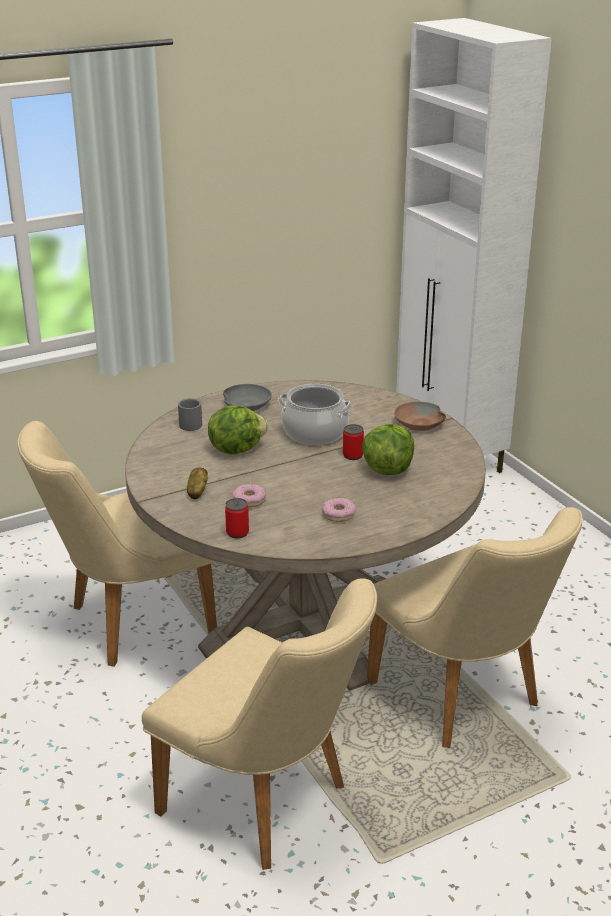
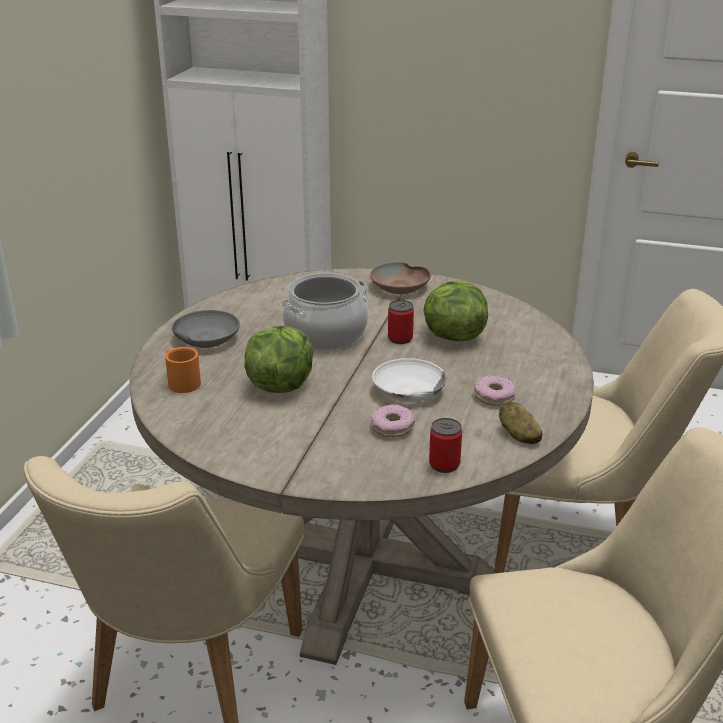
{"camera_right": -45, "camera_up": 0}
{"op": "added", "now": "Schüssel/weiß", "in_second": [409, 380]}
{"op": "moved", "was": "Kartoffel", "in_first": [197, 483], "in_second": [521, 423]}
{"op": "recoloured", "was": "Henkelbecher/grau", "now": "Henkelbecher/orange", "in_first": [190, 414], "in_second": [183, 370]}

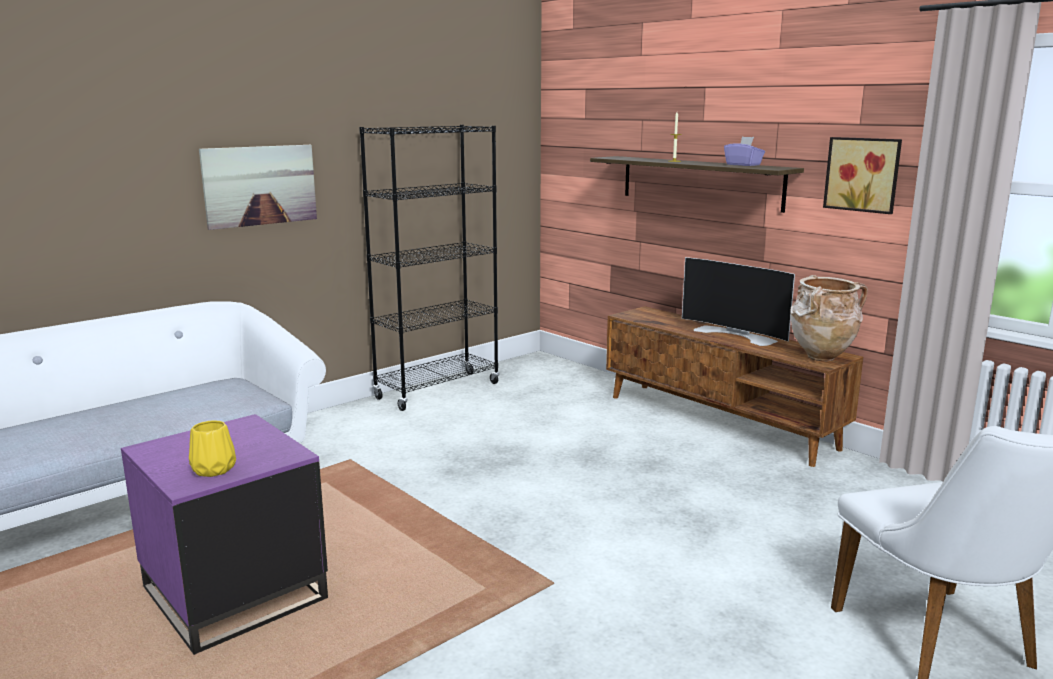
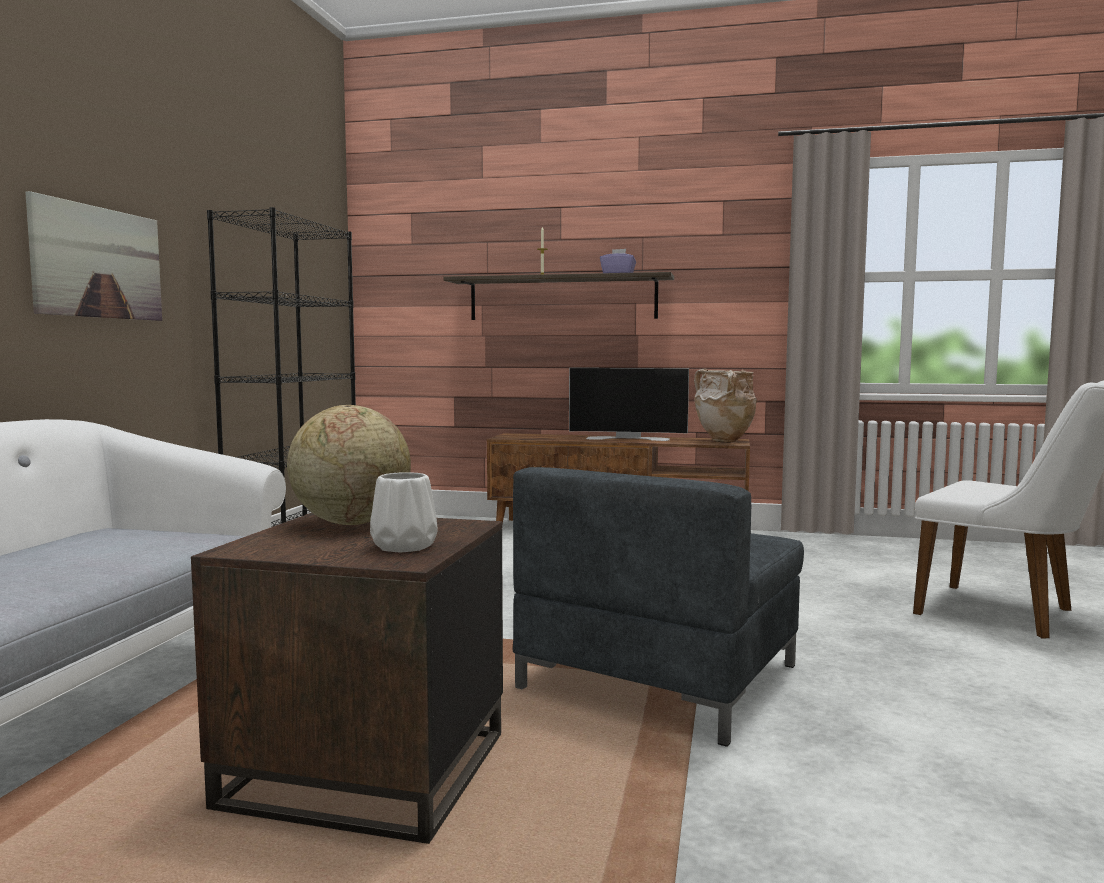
{"camera_right": -35, "camera_up": -10}
{"op": "removed", "was": "Bild", "in_first": [862, 175]}
{"op": "added", "now": "Globus", "in_second": [349, 465]}
{"op": "added", "now": "Sessel/grau", "in_second": [658, 607]}
{"op": "recoloured", "was": "Beistelltisch/lila", "now": "Beistelltisch/braun", "in_first": [224, 534], "in_second": [347, 678]}
{"op": "recoloured", "was": "Vase/gelb", "now": "Vase/weiß", "in_first": [212, 448], "in_second": [404, 512]}

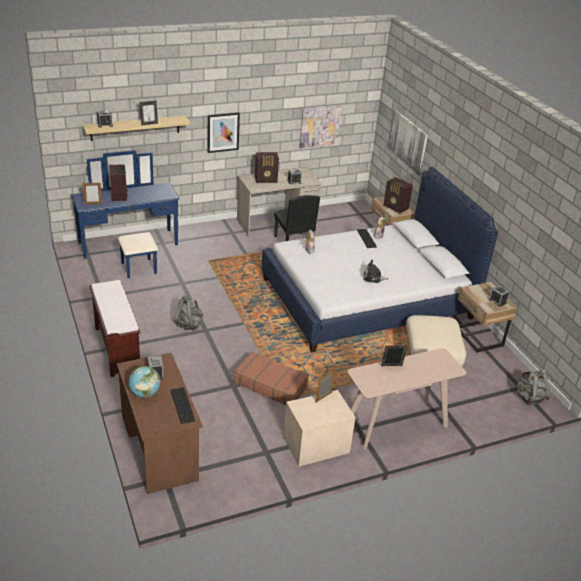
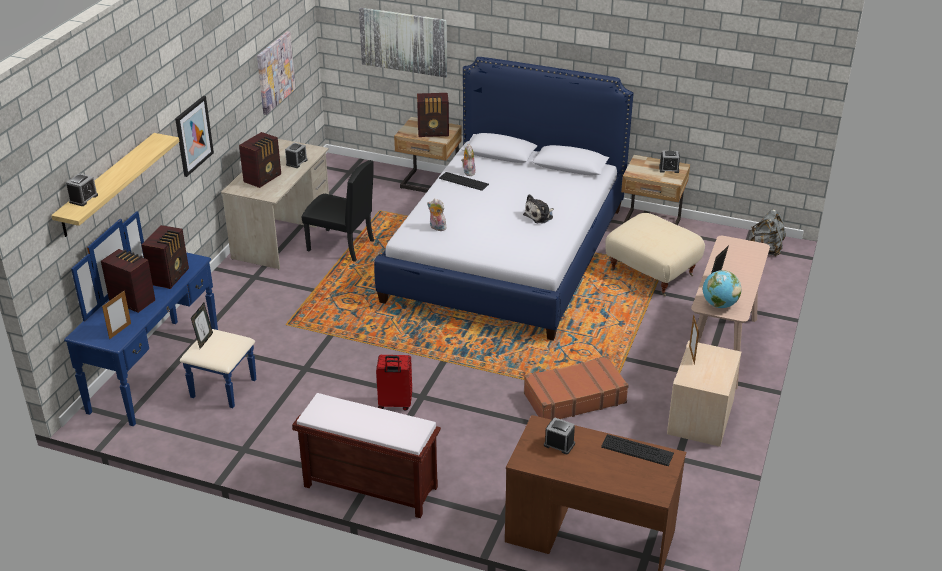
{"camera_right": -45, "camera_up": 0}
{"op": "added", "now": "Radio", "in_second": [165, 257]}
{"op": "moved", "was": "Globus", "in_first": [144, 382], "in_second": [722, 289]}
{"op": "moved", "was": "Bilderrahmen", "in_first": [148, 113], "in_second": [202, 326]}
{"op": "replaced", "was": "Rucksack/grau", "now": "Koffer/rot", "in_first": [188, 312], "in_second": [394, 383]}

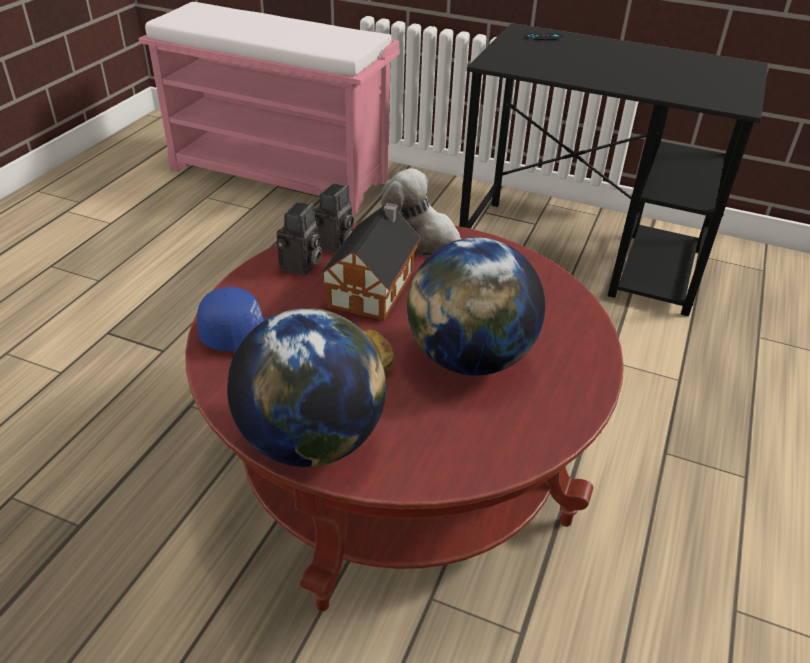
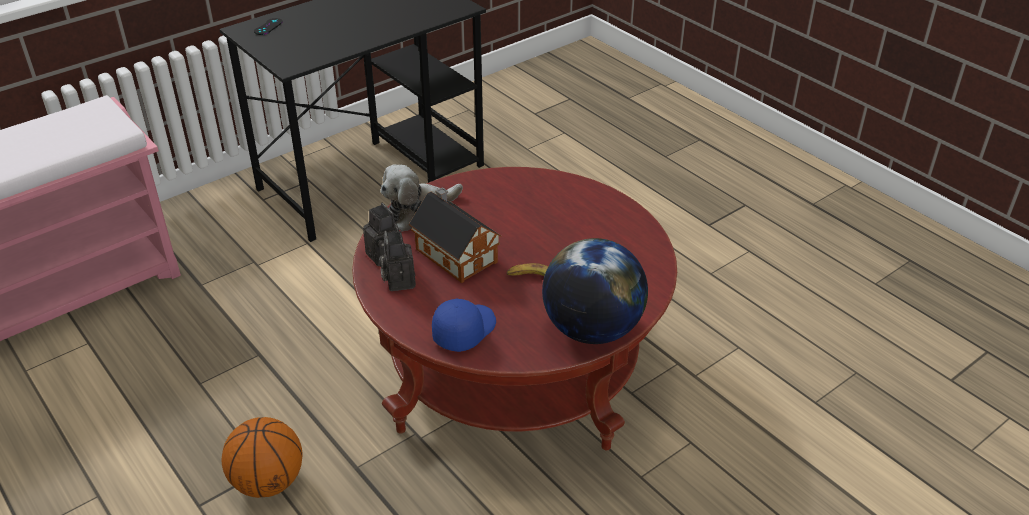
{"camera_right": -60, "camera_up": 0}
{"op": "removed", "was": "Globus", "in_first": [476, 306]}
{"op": "added", "now": "Basketball", "in_second": [262, 457]}
{"op": "turned", "was": "Kamera", "in_first": [299, 239], "in_second": [397, 261], "clockwise": -150}

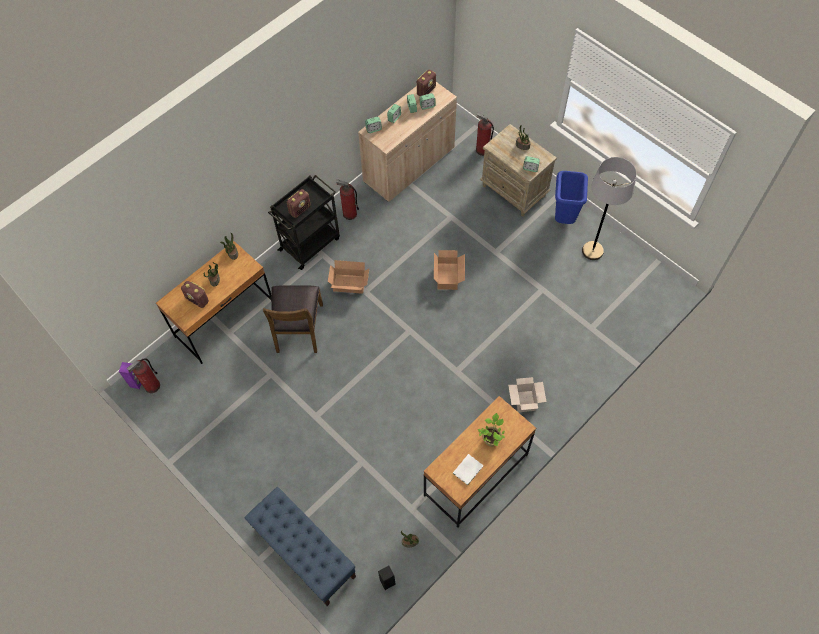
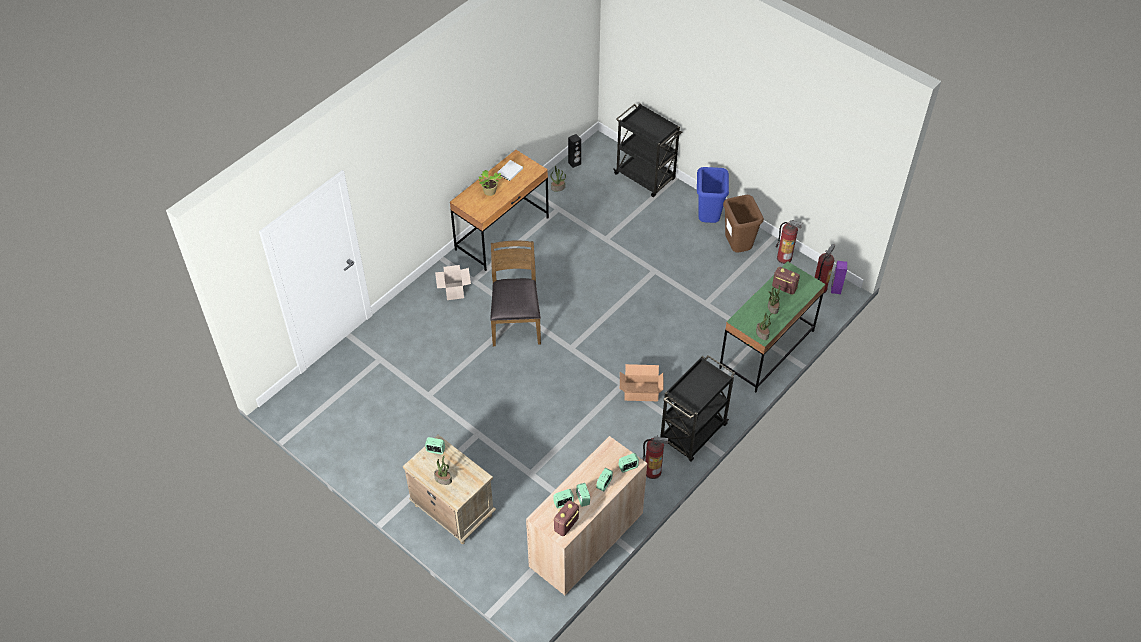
{"camera_right": 175, "camera_up": -10}
{"op": "removed", "was": "Radio", "in_first": [299, 203]}
{"op": "removed", "was": "Karton", "in_first": [449, 270]}
{"op": "removed", "was": "Stehlampe/grau", "in_first": [609, 208]}
{"op": "added", "now": "Mülleimer/braun", "in_second": [743, 224]}
{"op": "moved", "was": "Stuhl/braun", "in_first": [293, 319], "in_second": [515, 293]}
{"op": "moved", "was": "Feuerlöscher", "in_first": [485, 134], "in_second": [789, 242]}
{"op": "moved", "was": "Mülleimer/blau", "in_first": [571, 197], "in_second": [713, 195]}
{"op": "replaced", "was": "Bank/blau", "now": "Rollwagen/schwarz", "in_first": [300, 546], "in_second": [647, 150]}
{"op": "recoloured", "was": "Schreibtisch/braun", "now": "Schreibtisch/grün", "in_first": [214, 302], "in_second": [772, 326]}

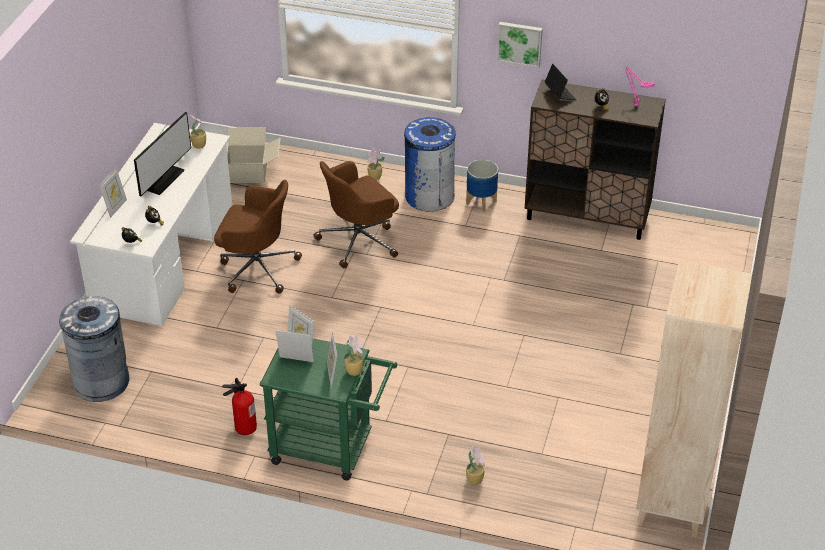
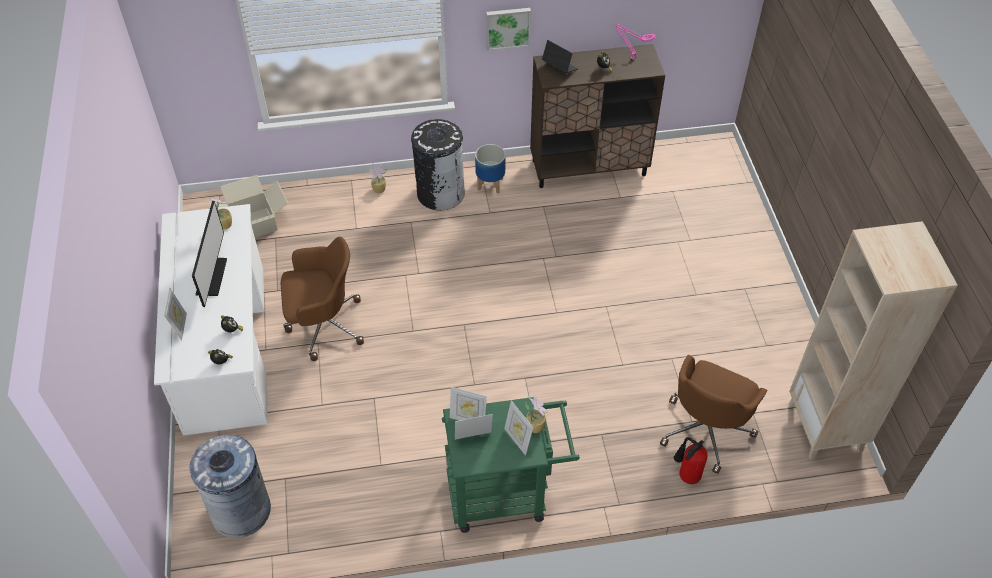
{"camera_right": -25, "camera_up": 10}
{"op": "removed", "was": "Topfpflanze", "in_first": [475, 465]}
{"op": "moved", "was": "Feuerlöscher", "in_first": [239, 406], "in_second": [691, 460]}
{"op": "moved", "was": "Bürostuhl/braun", "in_first": [356, 214], "in_second": [713, 414]}
{"op": "recoloured", "was": "Mülleimer/blau", "now": "Mülleimer/schwarz", "in_first": [430, 164], "in_second": [438, 164]}

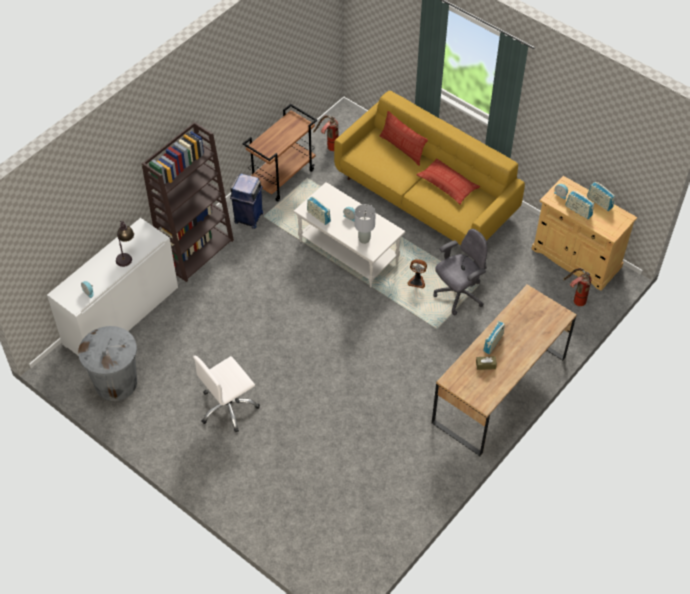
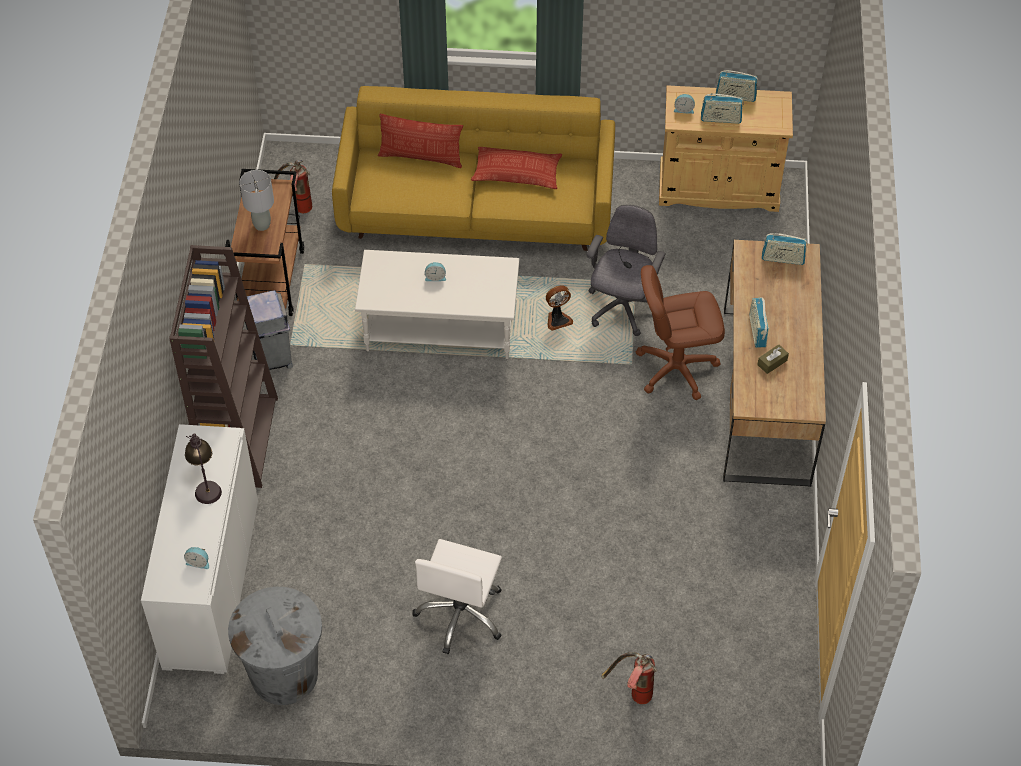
{"camera_right": -35, "camera_up": 0}
{"op": "added", "now": "Bürostuhl/braun", "in_second": [680, 332]}
{"op": "moved", "was": "Radio", "in_first": [319, 210], "in_second": [784, 249]}
{"op": "moved", "was": "Tischlampe/grau", "in_first": [365, 224], "in_second": [257, 200]}
{"op": "moved", "was": "Feuerlöscher", "in_first": [577, 287], "in_second": [629, 678]}
{"op": "recoloured", "was": "Mülleimer/blau", "now": "Mülleimer/grau", "in_first": [246, 201], "in_second": [269, 330]}

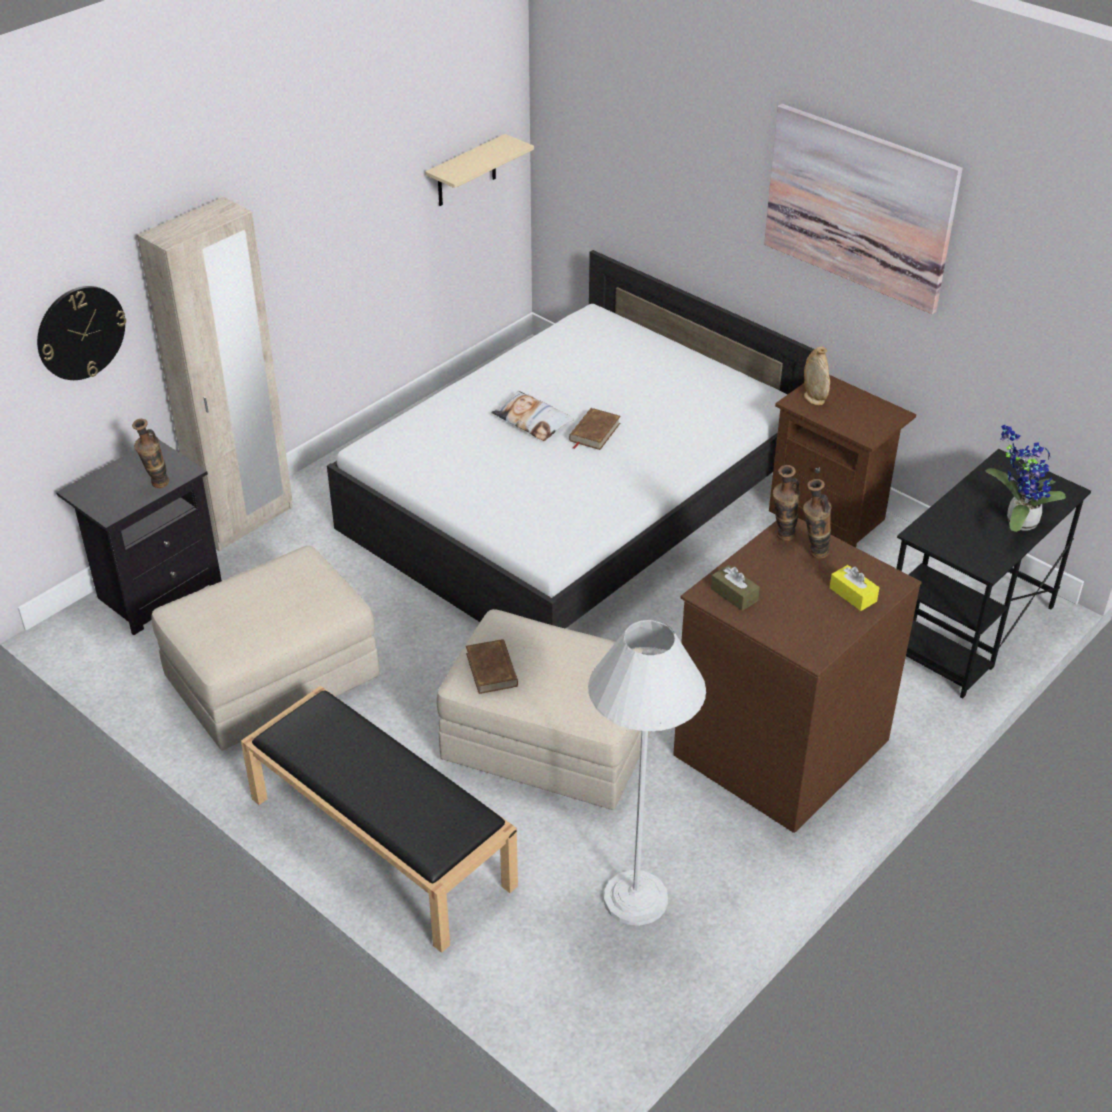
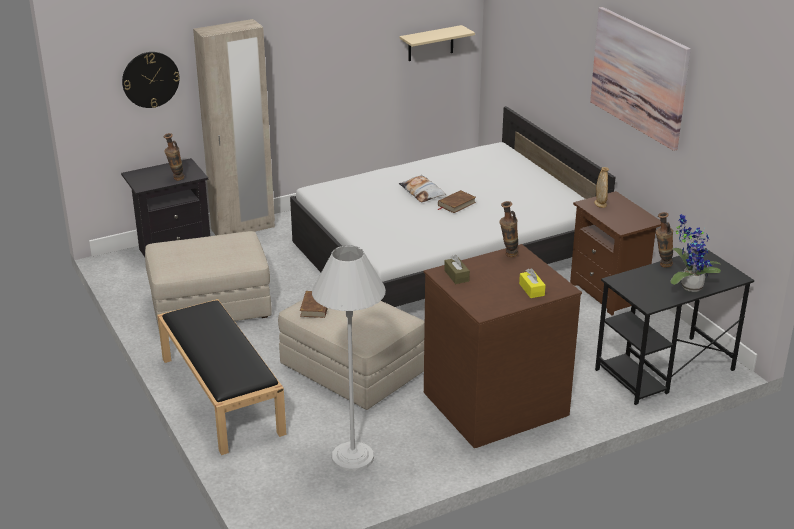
{"camera_right": 20, "camera_up": -10}
{"op": "moved", "was": "Vase", "in_first": [817, 519], "in_second": [664, 239]}

